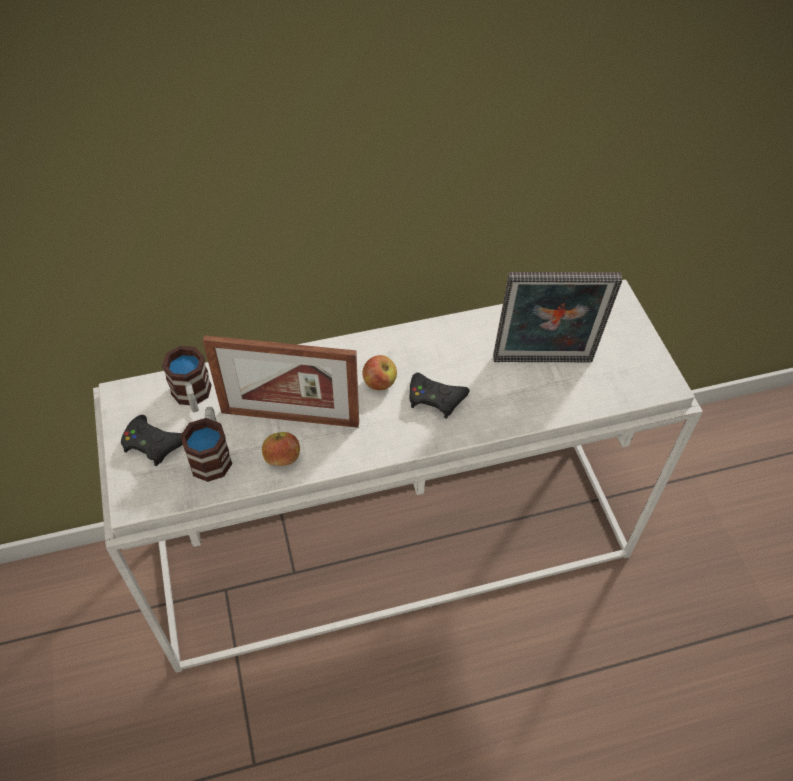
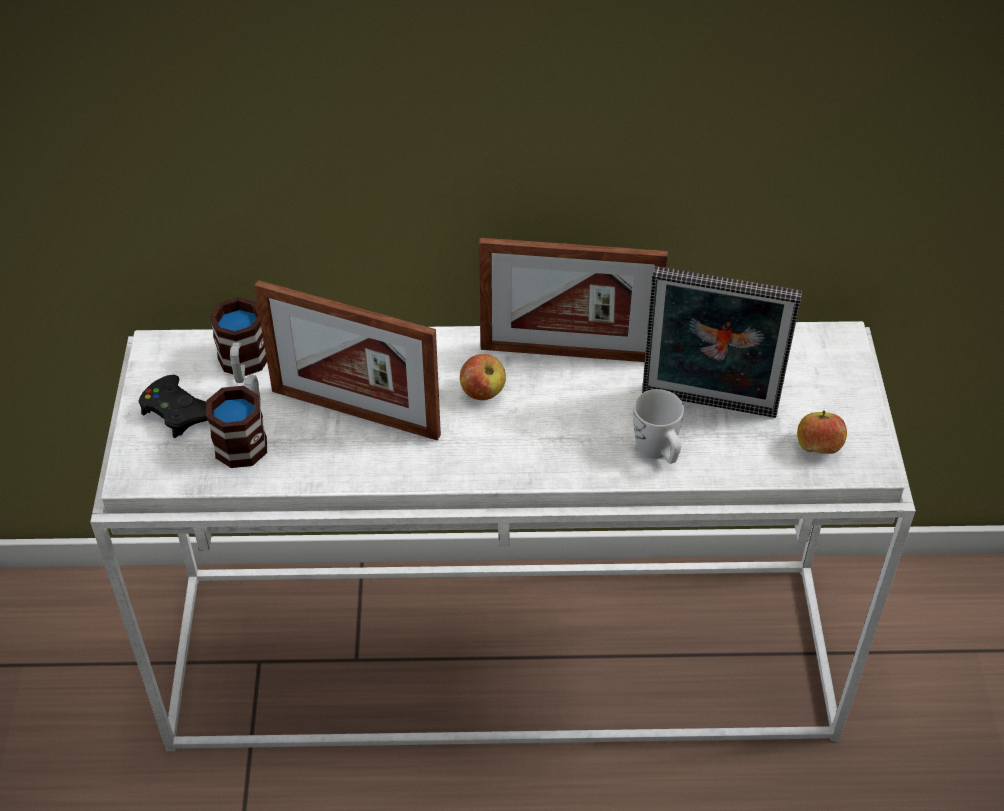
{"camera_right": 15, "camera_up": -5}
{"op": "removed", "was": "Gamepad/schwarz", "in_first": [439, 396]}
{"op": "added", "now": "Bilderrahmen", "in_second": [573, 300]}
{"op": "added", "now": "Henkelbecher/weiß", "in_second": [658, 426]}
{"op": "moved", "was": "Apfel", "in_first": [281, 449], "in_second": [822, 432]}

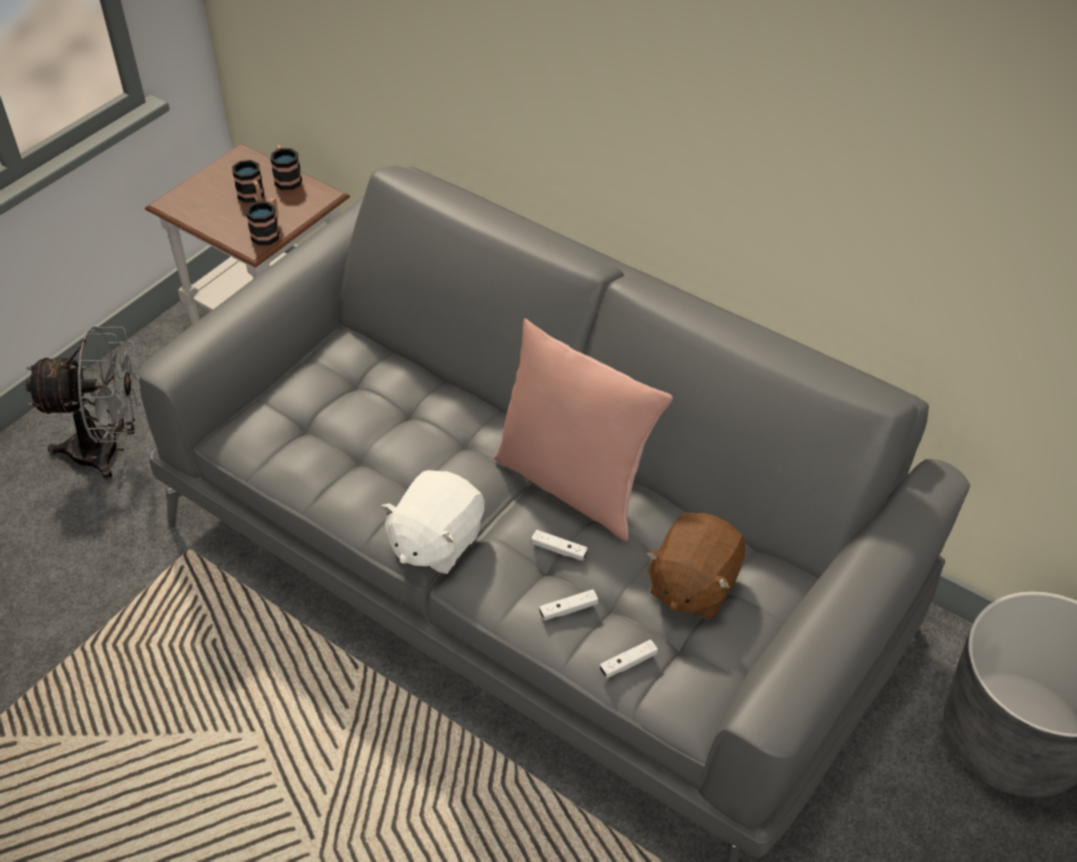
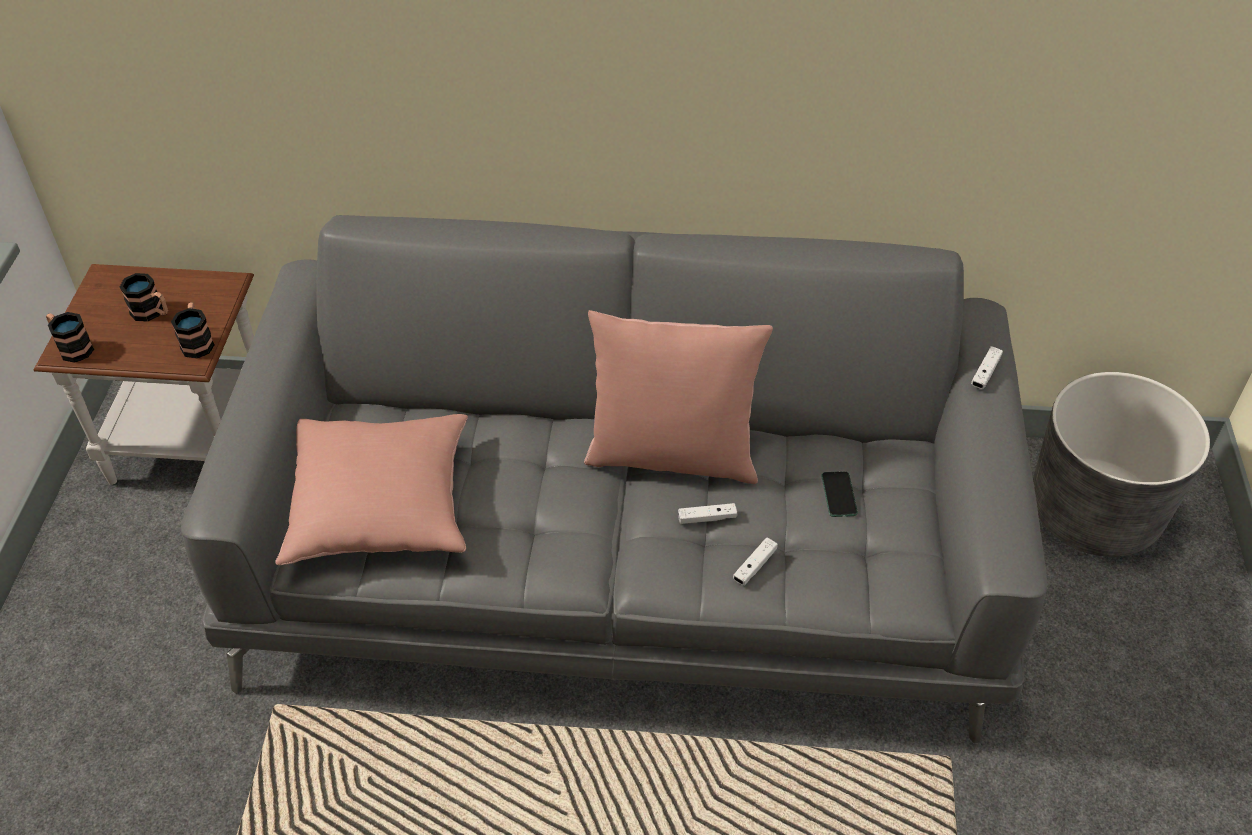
{"camera_right": -30, "camera_up": 0}
{"op": "removed", "was": "Ventilator/grau", "in_first": [82, 403]}
{"op": "removed", "was": "Plüschtier/weiß", "in_first": [432, 522]}
{"op": "added", "now": "Kissen/rosa", "in_second": [371, 489]}
{"op": "moved", "was": "Henkelbecher", "in_first": [286, 167], "in_second": [70, 337]}
{"op": "moved", "was": "Gamepad/weiß", "in_first": [629, 658], "in_second": [987, 367]}
{"op": "replaced", "was": "Plüschtier/braun", "now": "Handy", "in_first": [695, 566], "in_second": [839, 494]}

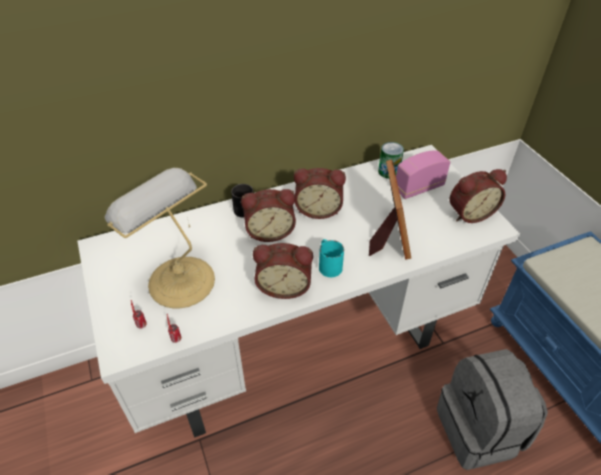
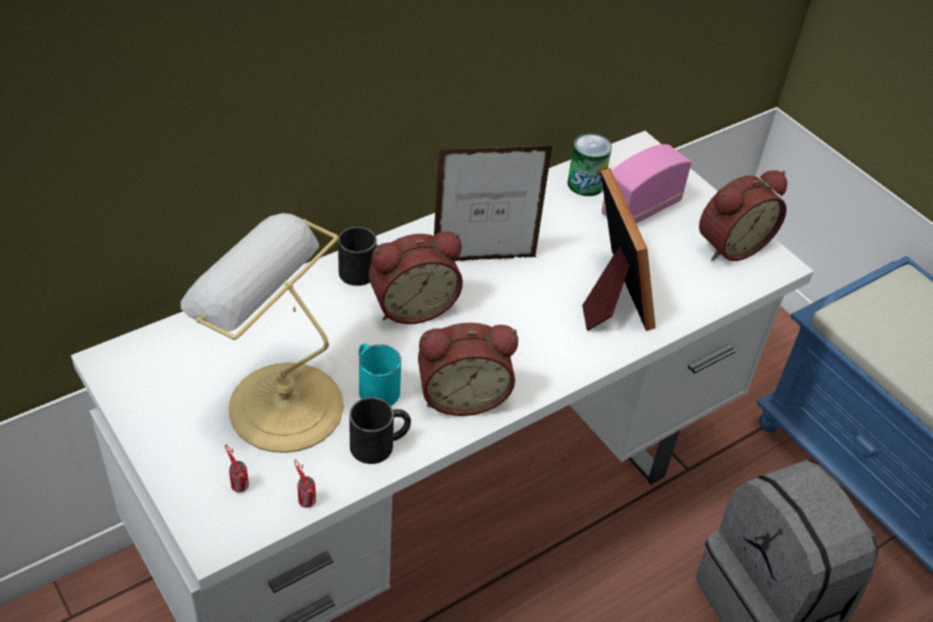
{"camera_right": -15, "camera_up": 0}
{"op": "added", "now": "Henkelbecher/schwarz", "in_second": [380, 430]}
{"op": "moved", "was": "Henkelbecher/türkis", "in_first": [331, 258], "in_second": [380, 374]}
{"op": "replaced", "was": "Wecker", "now": "Bilderrahmen", "in_first": [320, 193], "in_second": [493, 203]}

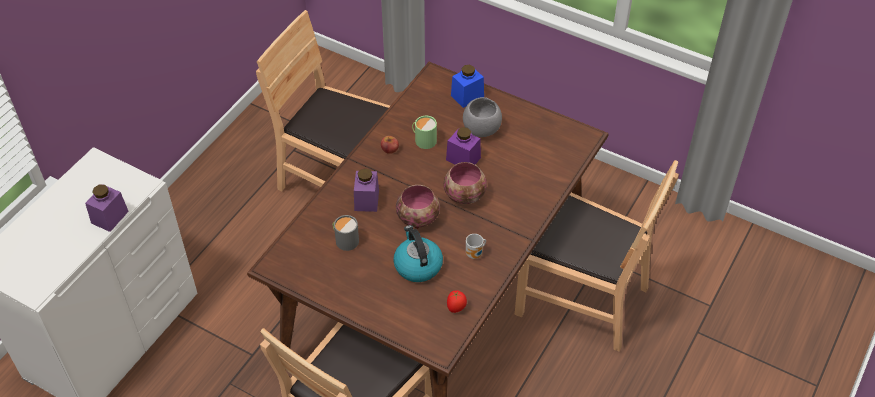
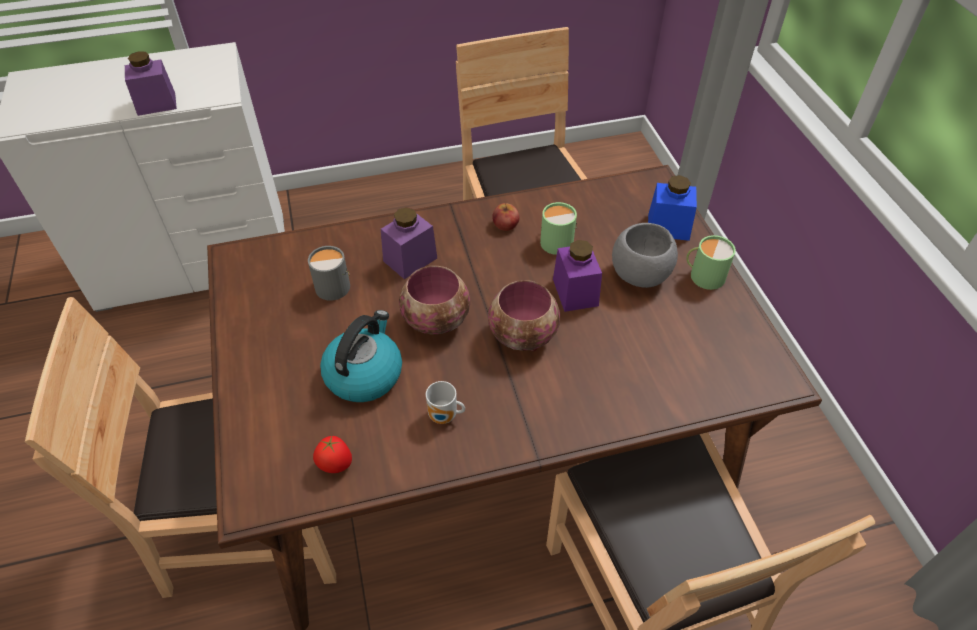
{"camera_right": 45, "camera_up": 0}
{"op": "added", "now": "Henkelbecher/grün", "in_second": [711, 262]}

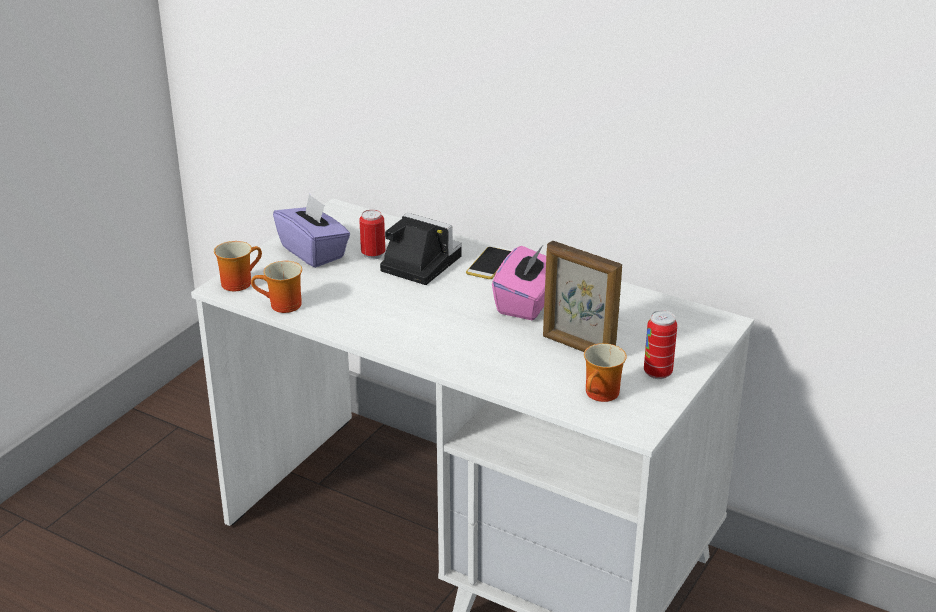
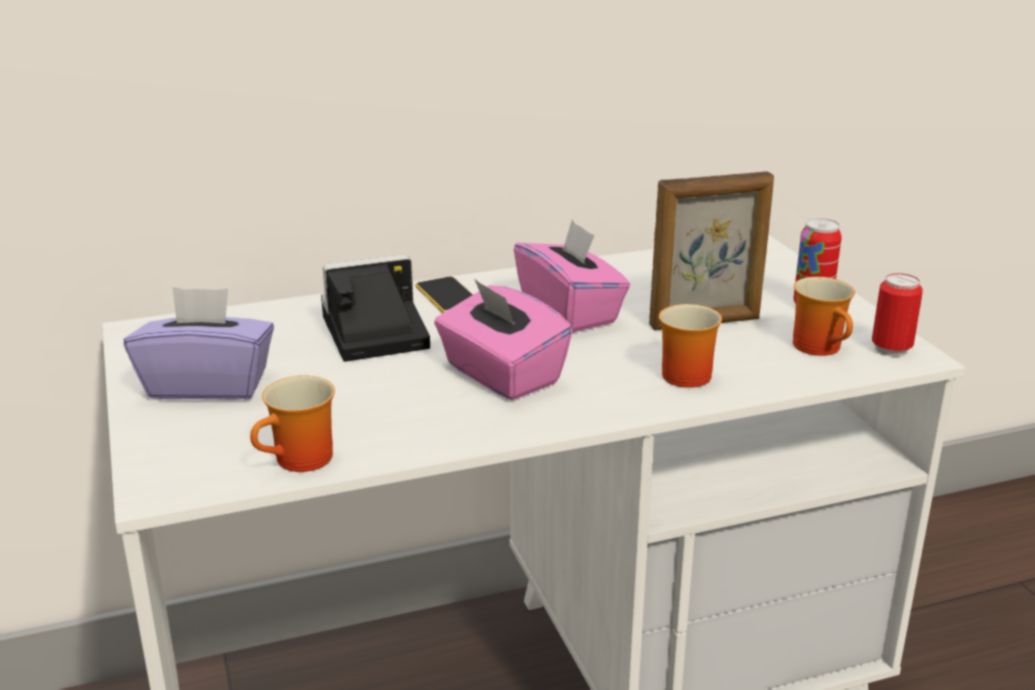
{"camera_right": -50, "camera_up": -5}
{"op": "added", "now": "Taschentuchbox/rosa", "in_second": [503, 339]}
{"op": "moved", "was": "Henkelbecher", "in_first": [238, 266], "in_second": [690, 346]}
{"op": "moved", "was": "Dose", "in_first": [372, 235], "in_second": [897, 315]}

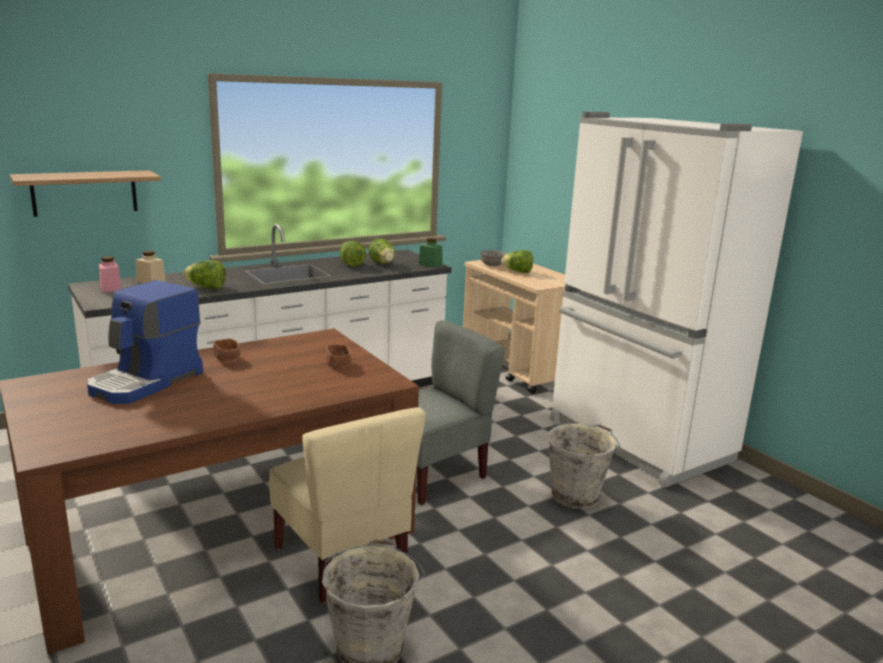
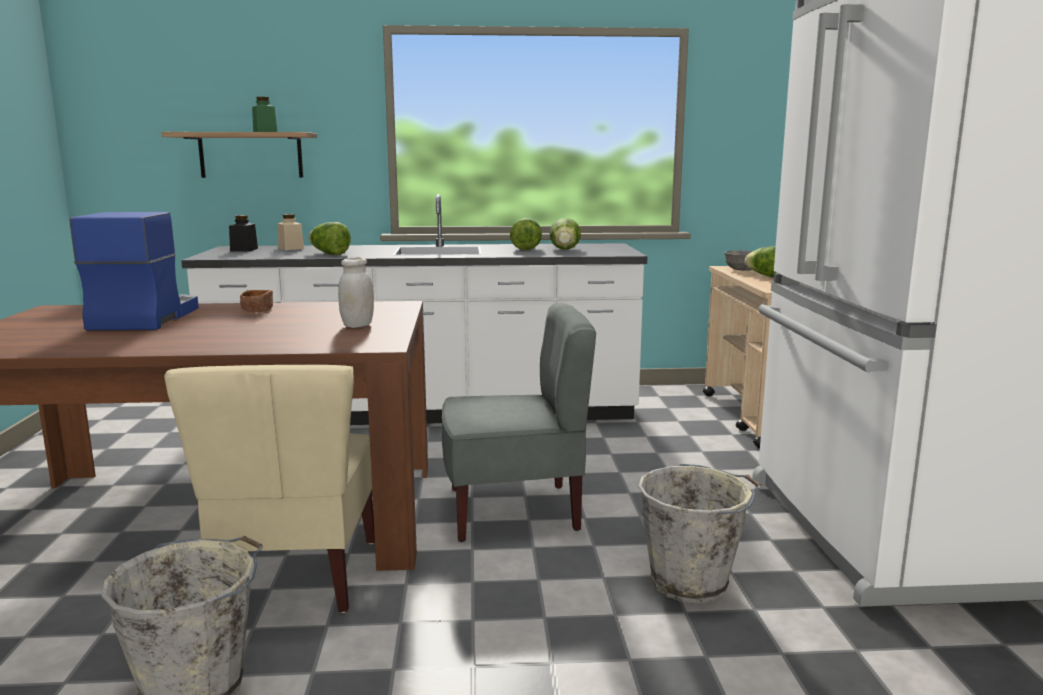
{"camera_right": 30, "camera_up": -5}
{"op": "moved", "was": "Vorratsglas/grün", "in_first": [430, 253], "in_second": [264, 114]}
{"op": "replaced", "was": "Schüssel/braun", "now": "Vorratsglas/weiß", "in_first": [338, 355], "in_second": [356, 292]}
{"op": "recoloured", "was": "Vorratsglas/rosa", "now": "Vorratsglas/schwarz", "in_first": [110, 274], "in_second": [243, 233]}
{"op": "turned", "was": "Kaffeemaschine", "in_first": [145, 342], "in_second": [134, 271], "clockwise": 120}

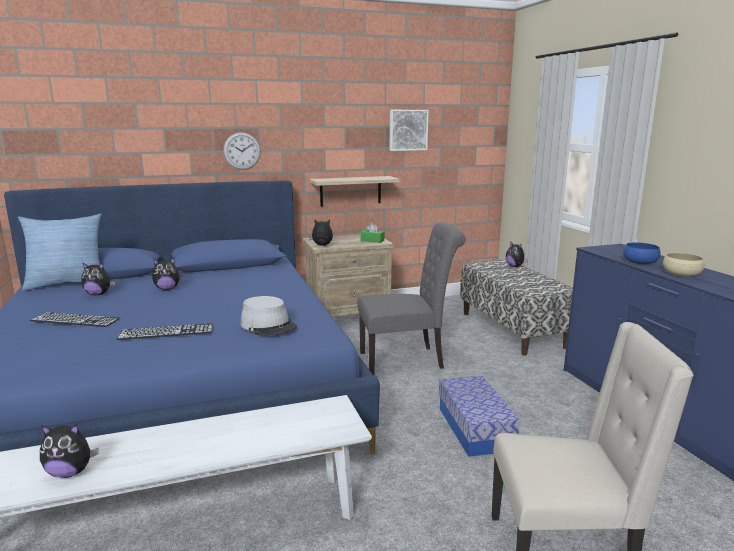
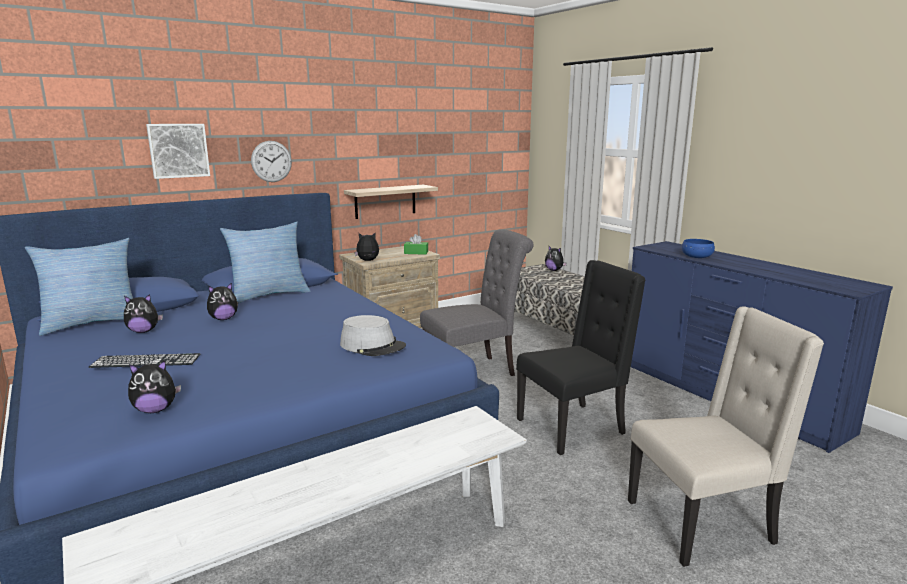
{"camera_right": -15, "camera_up": 0}
{"op": "removed", "was": "Tastatur", "in_first": [165, 331]}
{"op": "removed", "was": "Schüssel/beige", "in_first": [684, 265]}
{"op": "added", "now": "Kissen", "in_second": [265, 262]}
{"op": "moved", "was": "Plüschtier", "in_first": [69, 451], "in_second": [154, 386]}
{"op": "moved", "was": "Bild", "in_first": [409, 130], "in_second": [178, 151]}
{"op": "replaced", "was": "Aufbewahrungsbox", "now": "Stuhl/schwarz", "in_first": [479, 416], "in_second": [580, 357]}

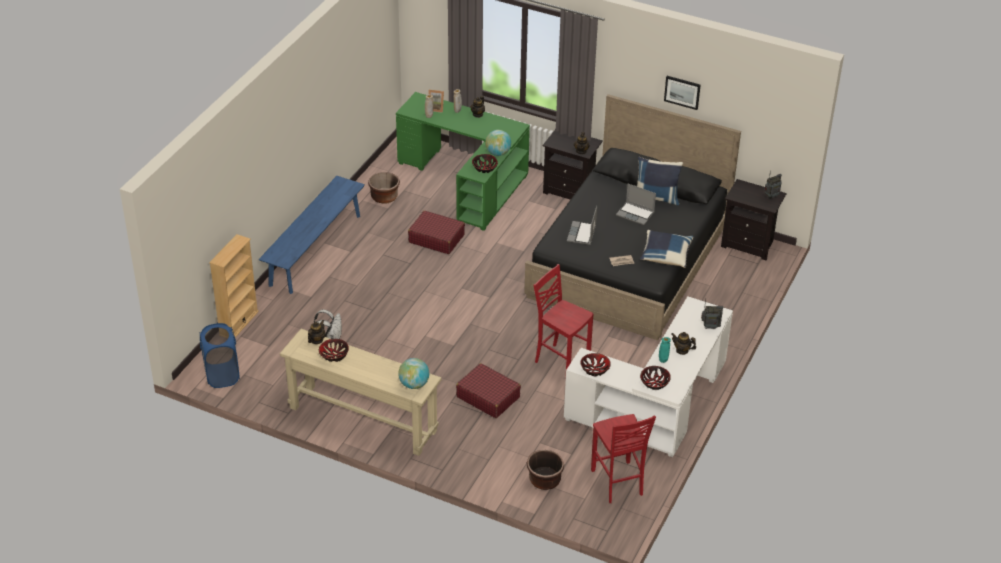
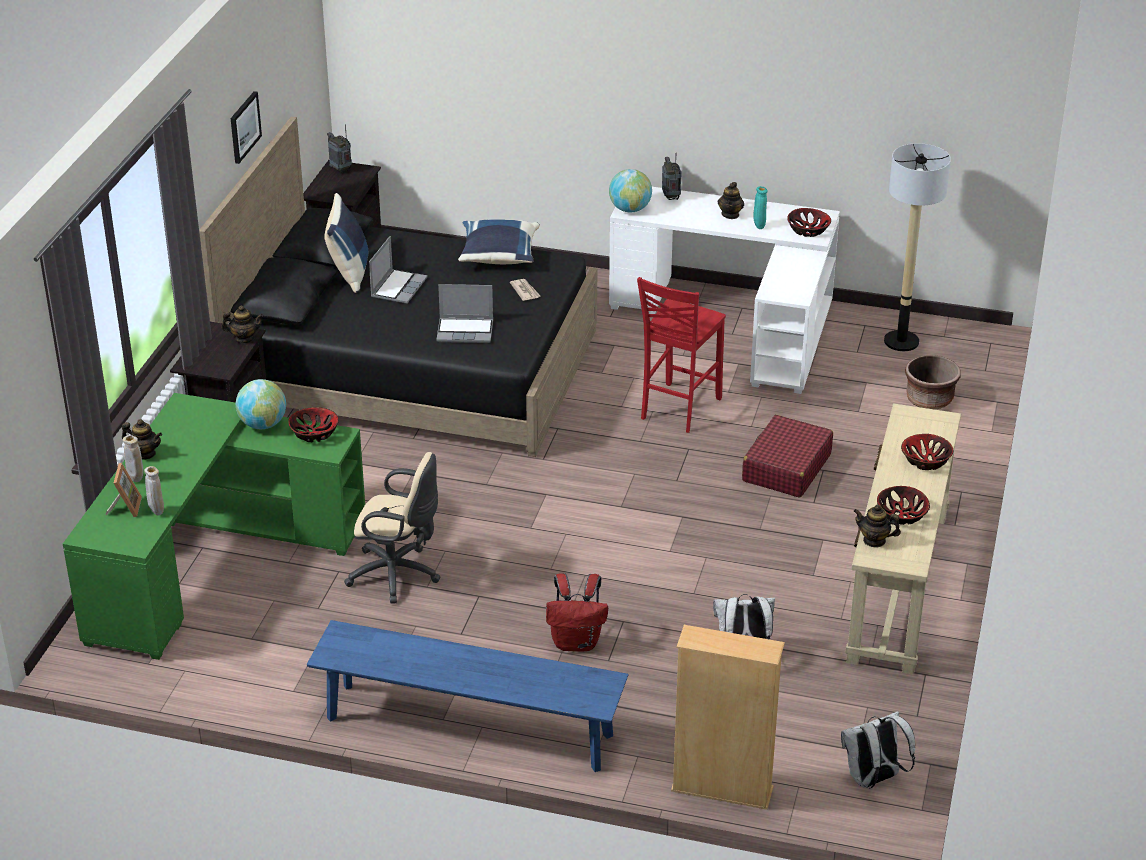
{"camera_right": -100, "camera_up": -5}
{"op": "removed", "was": "Pflanzkübel/braun", "in_first": [384, 188]}
{"op": "added", "now": "Rucksack/rot", "in_second": [577, 612]}
{"op": "moved", "was": "Globus", "in_first": [413, 373], "in_second": [630, 191]}
{"op": "moved", "was": "Schüssel", "in_first": [595, 364], "in_second": [927, 452]}
{"op": "replaced", "was": "Wäschekorb/blau", "now": "Rucksack/weiß", "in_first": [220, 355], "in_second": [878, 749]}
{"op": "replaced", "was": "Koffer/rot", "now": "Bürostuhl/beige", "in_first": [436, 232], "in_second": [392, 528]}
{"op": "replaced", "was": "Stuhl/rot", "now": "Stehlampe", "in_first": [623, 458], "in_second": [917, 247]}

